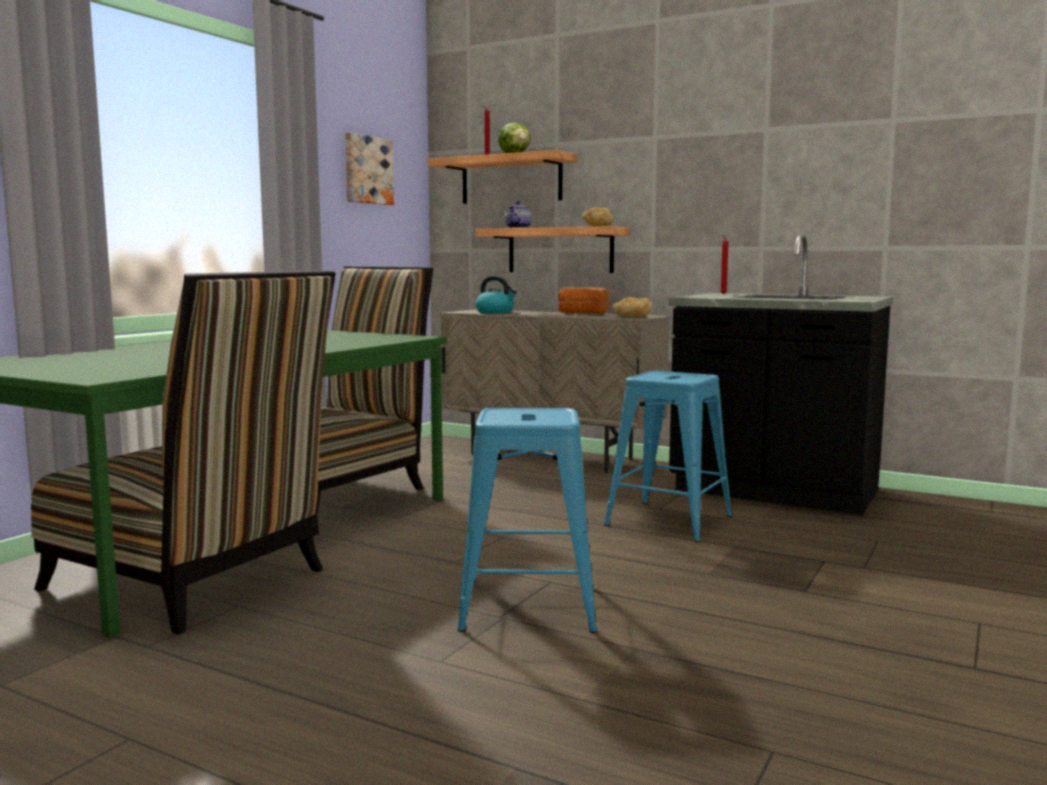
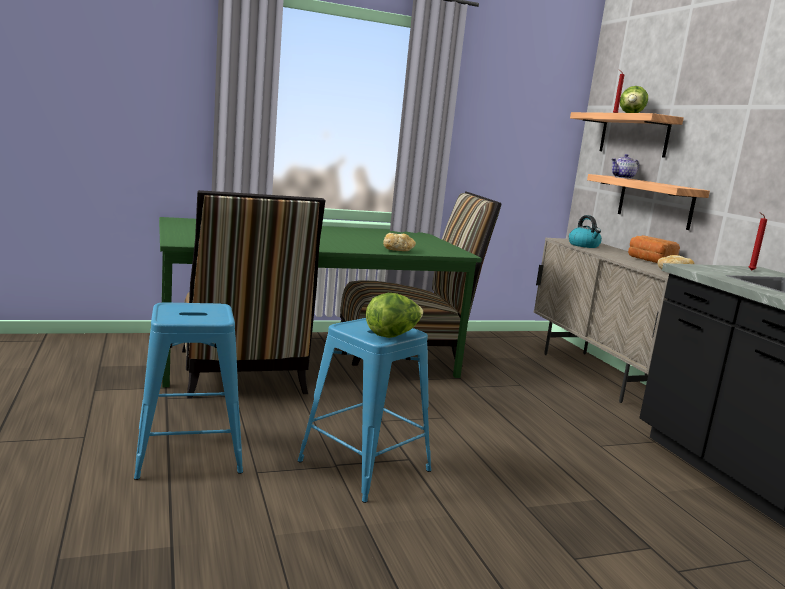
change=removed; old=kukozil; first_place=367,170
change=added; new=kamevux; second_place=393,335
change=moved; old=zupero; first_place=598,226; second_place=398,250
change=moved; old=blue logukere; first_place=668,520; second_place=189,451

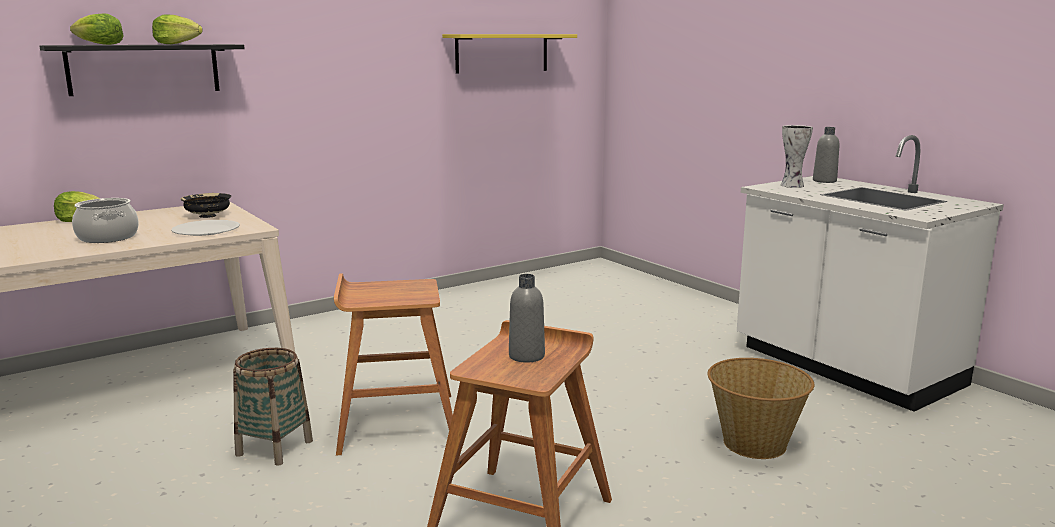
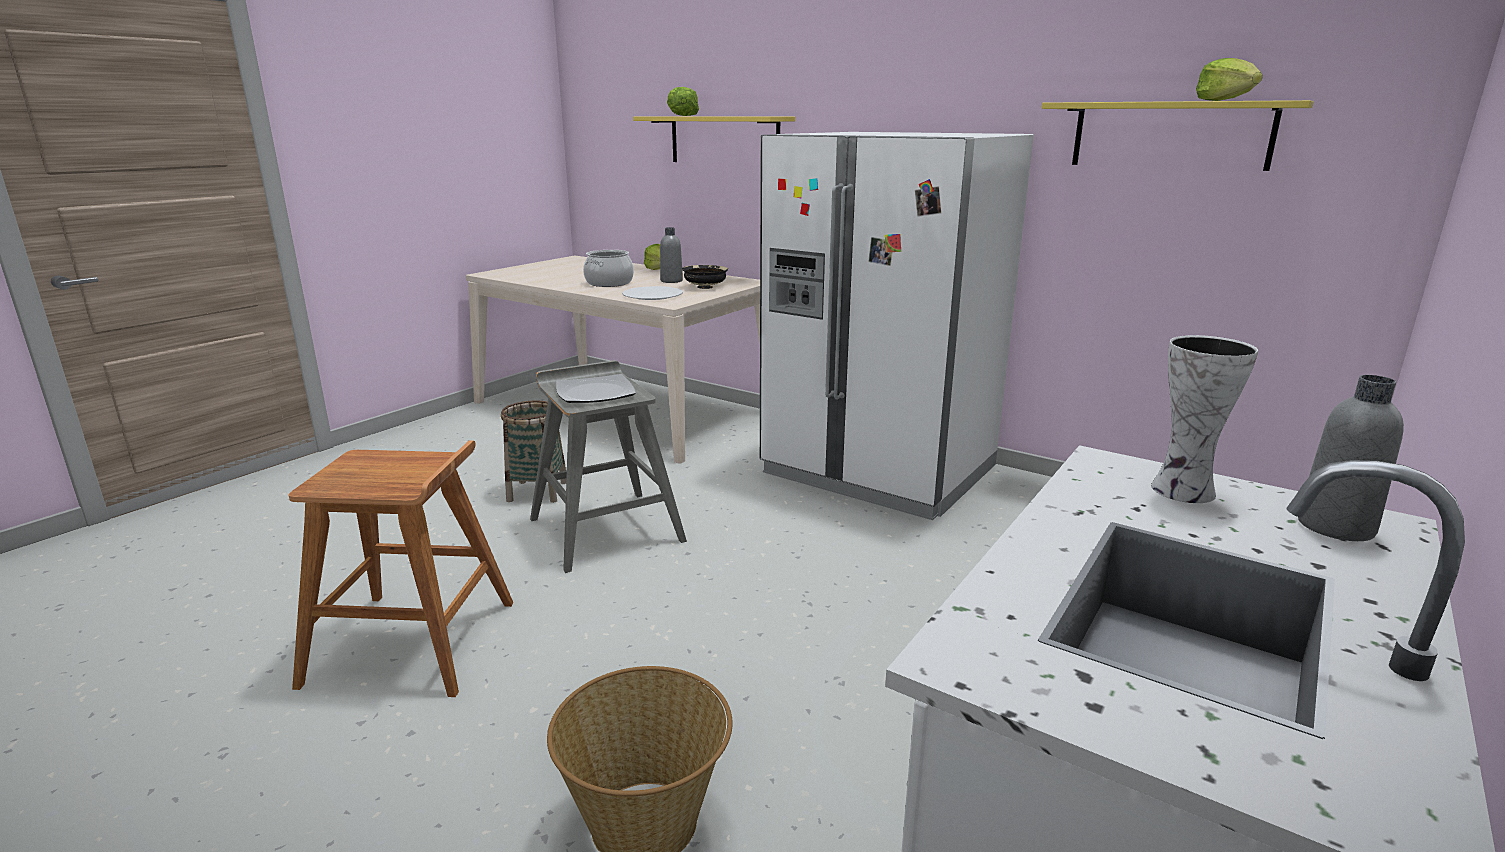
change=added; new=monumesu; second_place=596,393
change=added; new=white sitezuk; second_place=879,470
change=moved; old=kamevux; first_place=177,44; second_place=1225,100
change=moved; old=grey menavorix; first_place=526,356; second_place=671,281
change=recoloured; old=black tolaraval; new=yellow tolaraval; first_place=144,69; second_place=724,140
change=recoloured; old=brown logukere; new=grey logukere; first_place=395,422; second_place=606,529

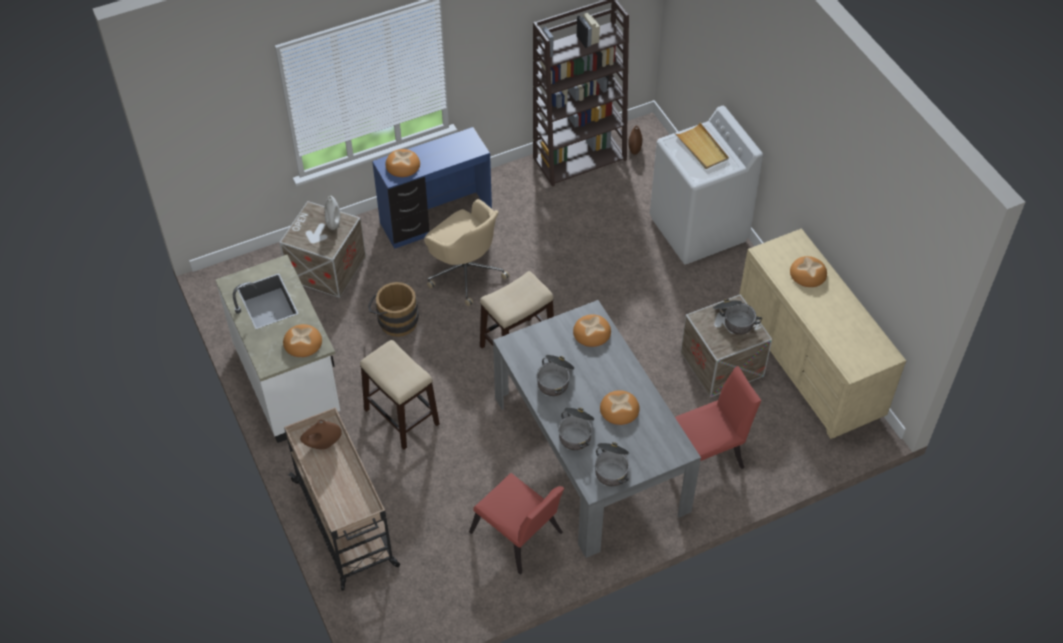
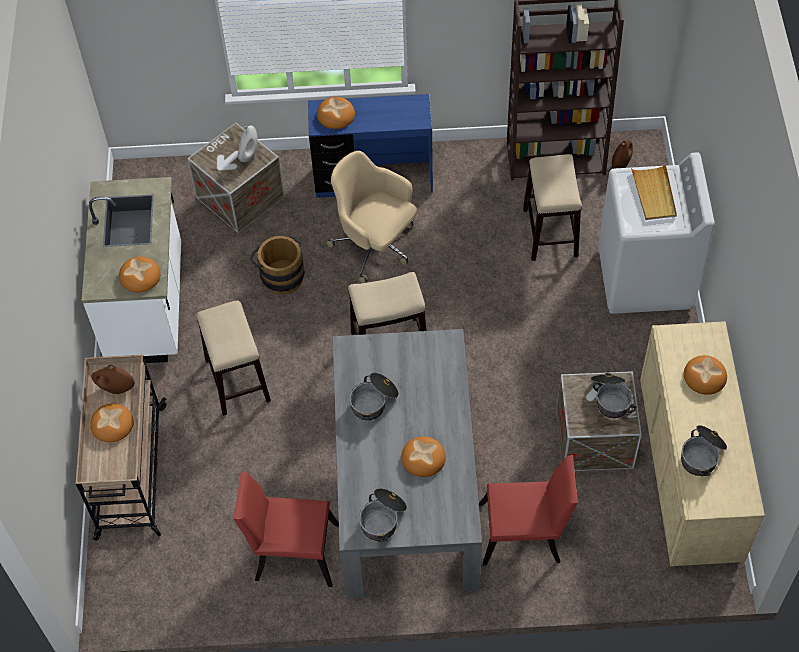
change=added; new=logukere; second_place=550,233
change=moved; old=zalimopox; first_place=576,432; second_place=702,455
change=moved; old=zupero; first_place=592,332; second_place=112,424
change=turned; old=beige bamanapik; first_place=465,272; second_place=375,246; degrees=150
change=turned; old=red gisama; first_place=519,537; second_place=291,550; degrees=120

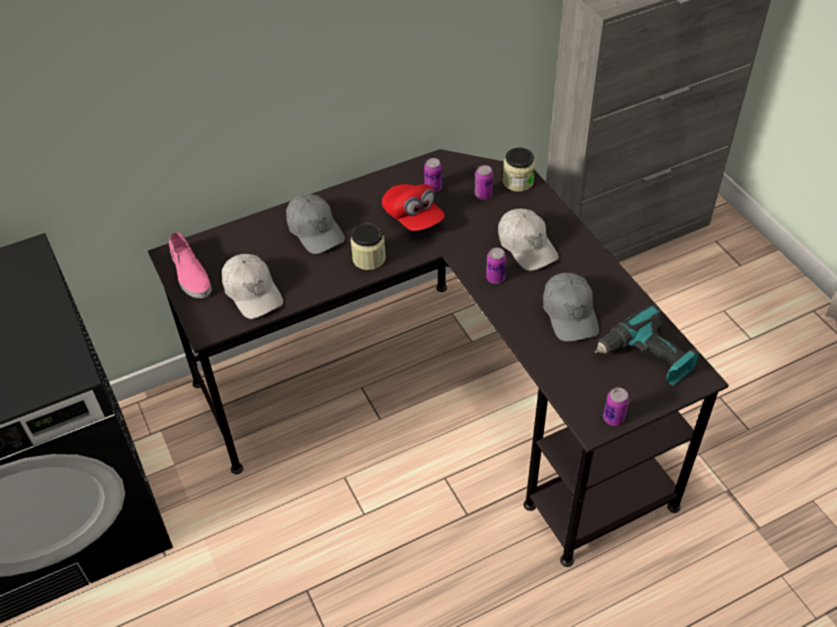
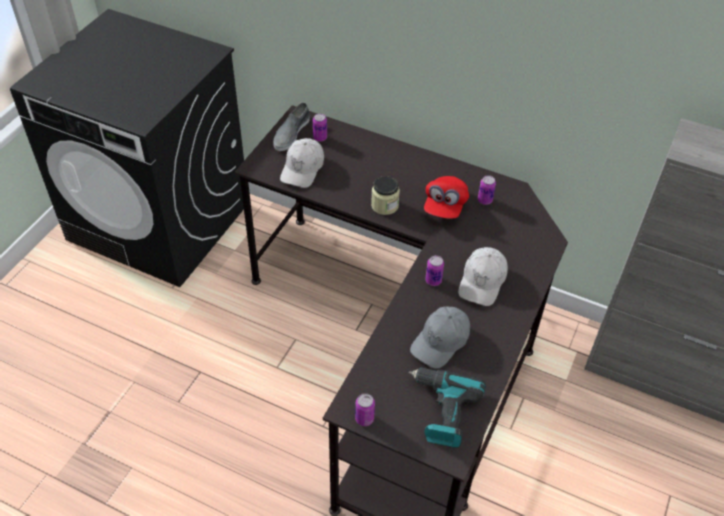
change=removed; old=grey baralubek; first_place=315,230
change=removed; old=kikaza; first_place=518,182
change=moved; old=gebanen; first_place=483,195; second_place=320,138
change=recoloured; old=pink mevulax; new=grey mevulax; first_place=190,273; second_place=291,133

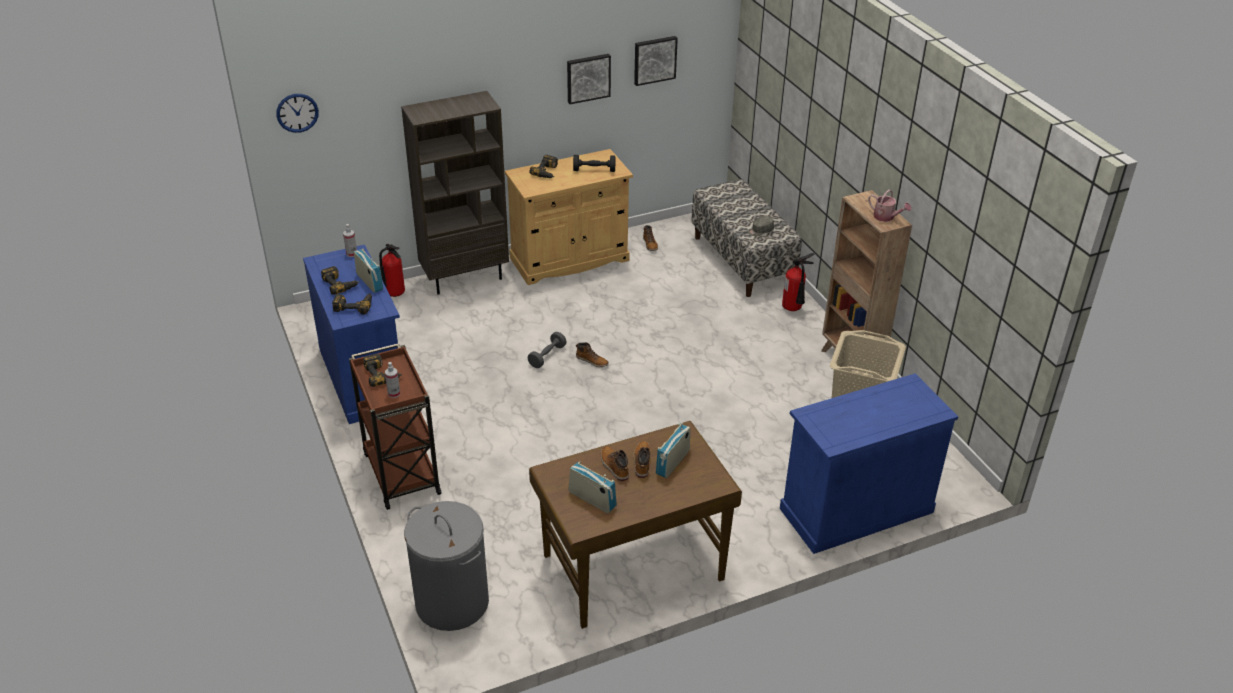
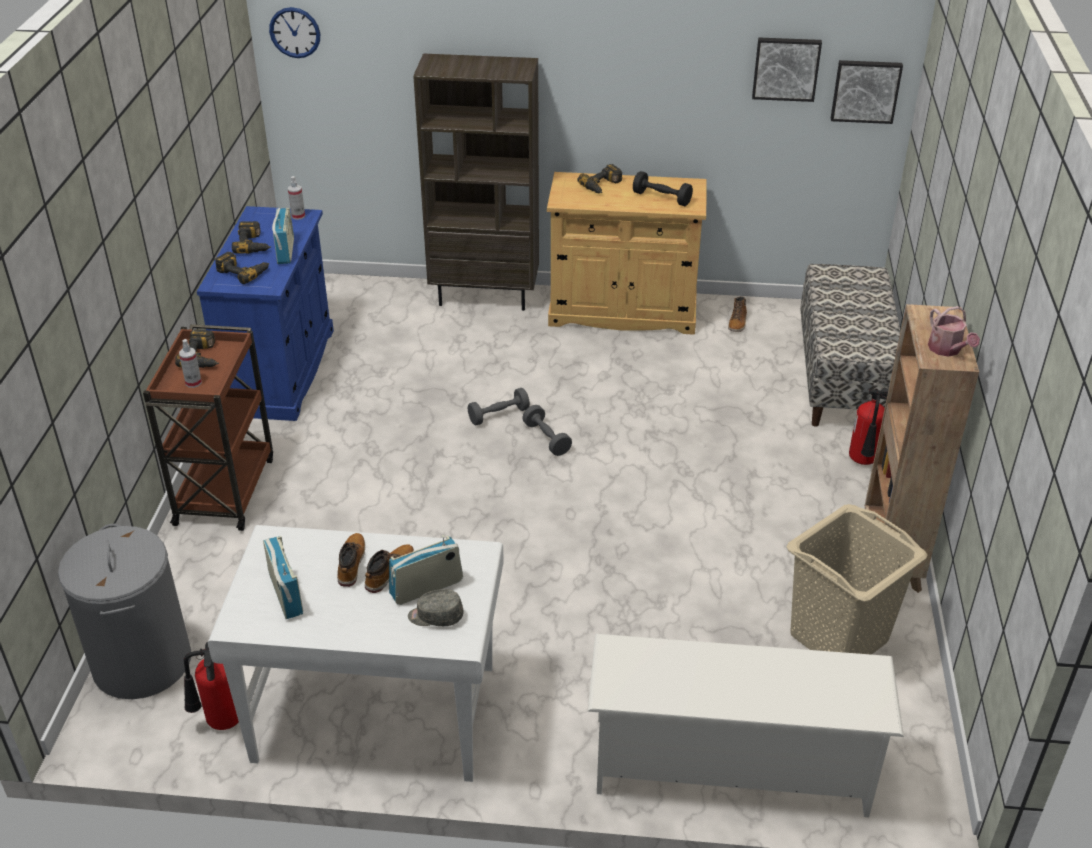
change=moved; old=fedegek; first_place=393,295; second_place=219,722
change=moved; old=kukozil; first_place=588,78; second_place=865,90
change=moved; old=grey baralubek; first_place=760,231; second_place=435,616
change=replaced; old=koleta; new=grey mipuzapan; first_place=592,361; second_place=546,439
change=replaced; old=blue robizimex; new=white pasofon; first_place=856,510; second_place=730,766
change=recoloured; old=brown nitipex; new=white nitipex; first_place=631,566; second_place=374,711

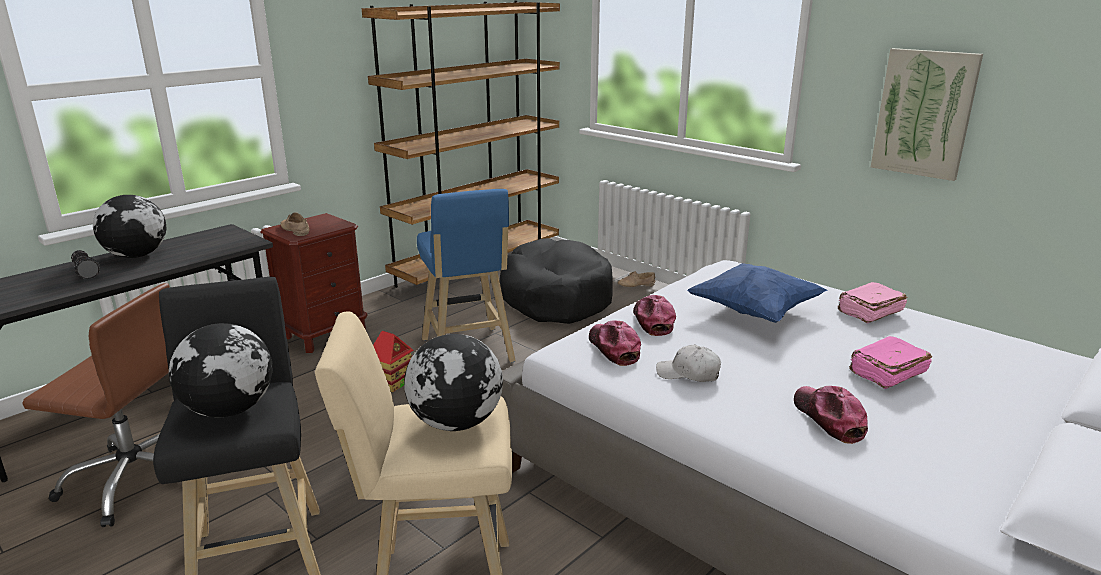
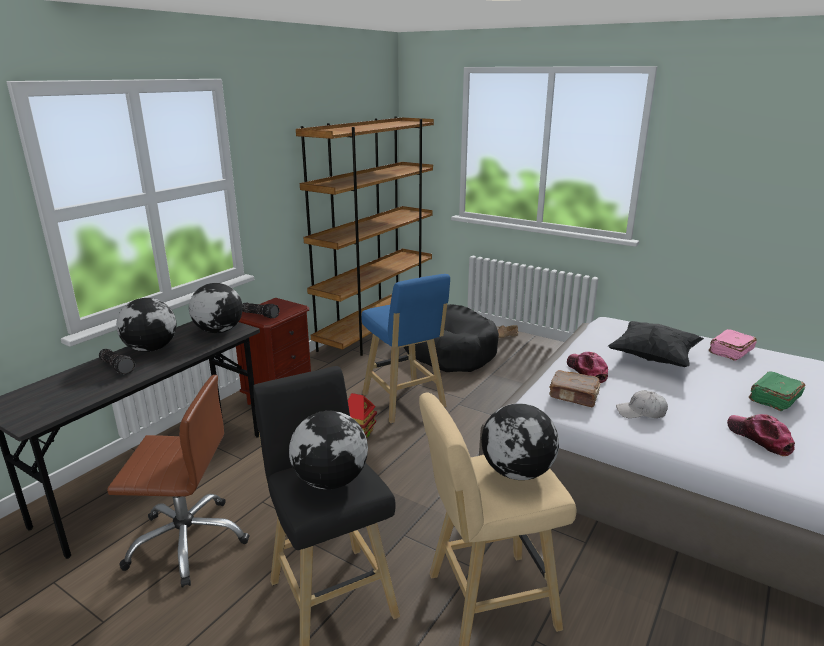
change=removed; old=kukozil; first_place=924,113
change=added; new=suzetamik; second_place=218,331
change=replaced; old=beige mevulax; new=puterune; first_place=294,230; second_place=261,315
change=replaced; old=baralubek; new=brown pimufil; first_place=613,348; second_place=574,396
change=recoloured; old=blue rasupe; new=black rasupe; first_place=754,312; second_place=653,358
change=recoloured; old=pink pimufil; new=green pimufil; first_place=886,373; second_place=773,399

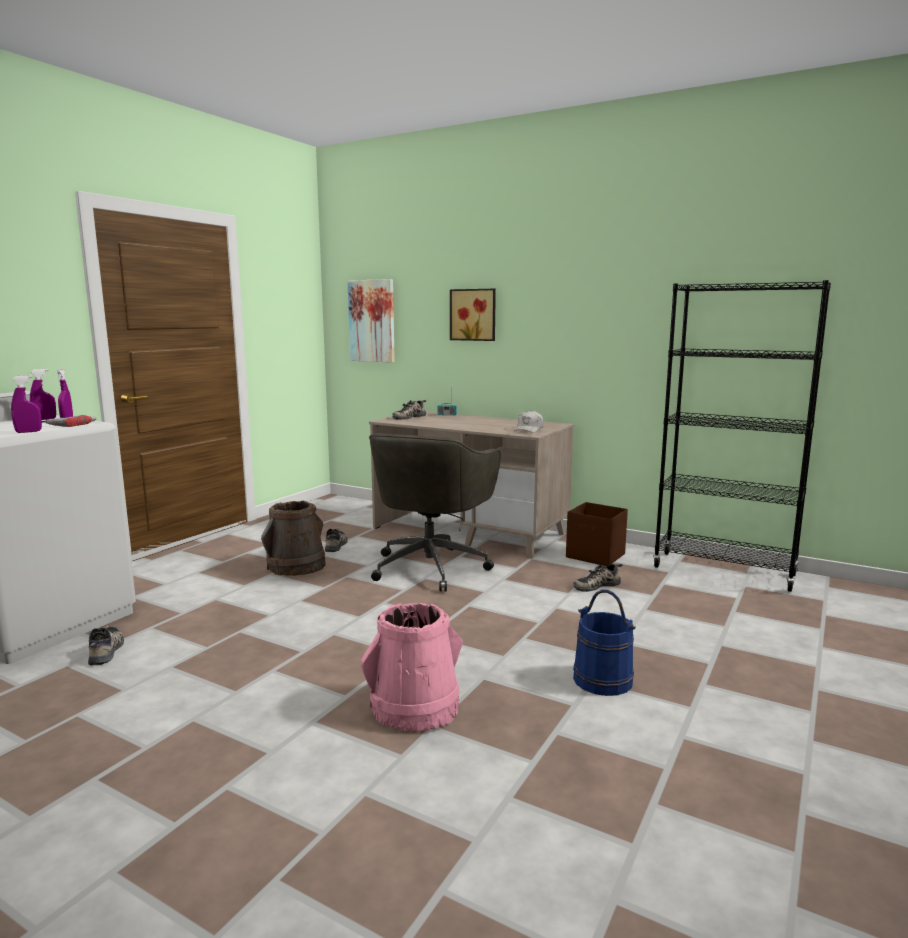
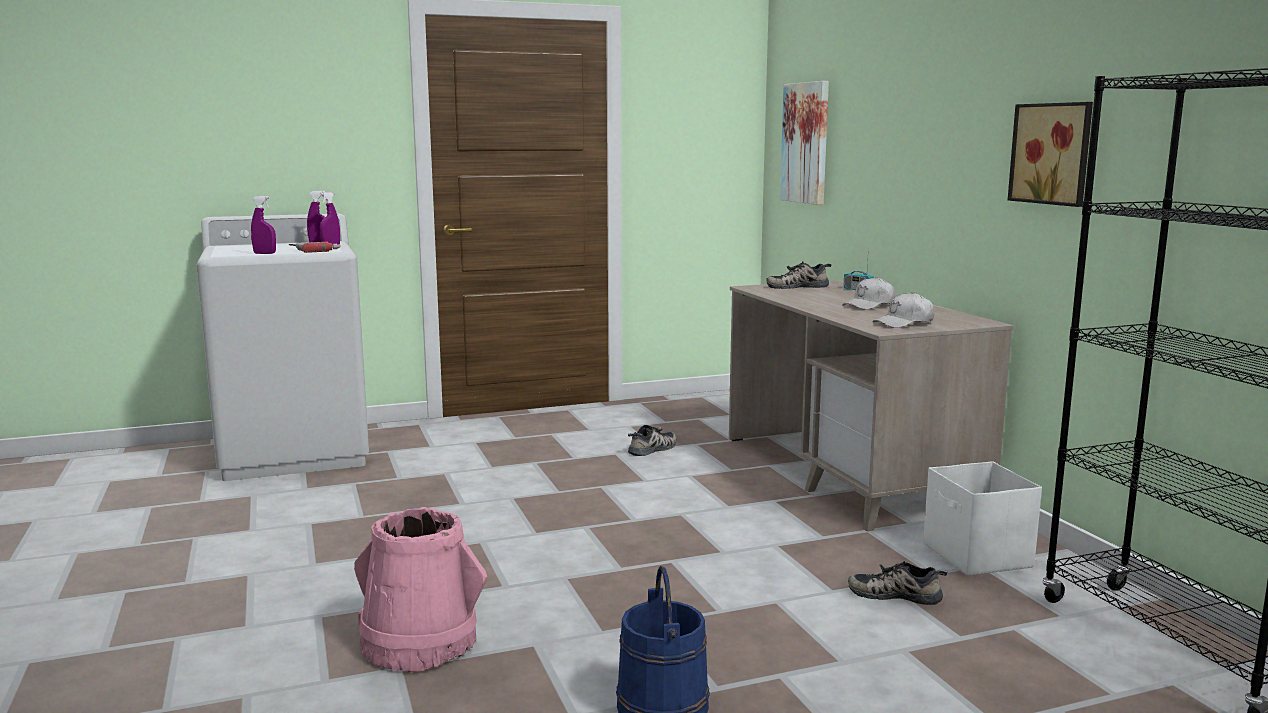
change=removed; old=mevulax; first_place=107,650
change=removed; old=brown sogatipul; first_place=296,566
change=removed; old=grey bamanapik; first_place=431,566
change=added; new=white baralubek; second_place=869,305
change=moved; old=kukozil; first_place=473,315; second_place=1053,153
change=recoloured; old=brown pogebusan; new=white pogebusan; first_place=596,556; second_place=977,556

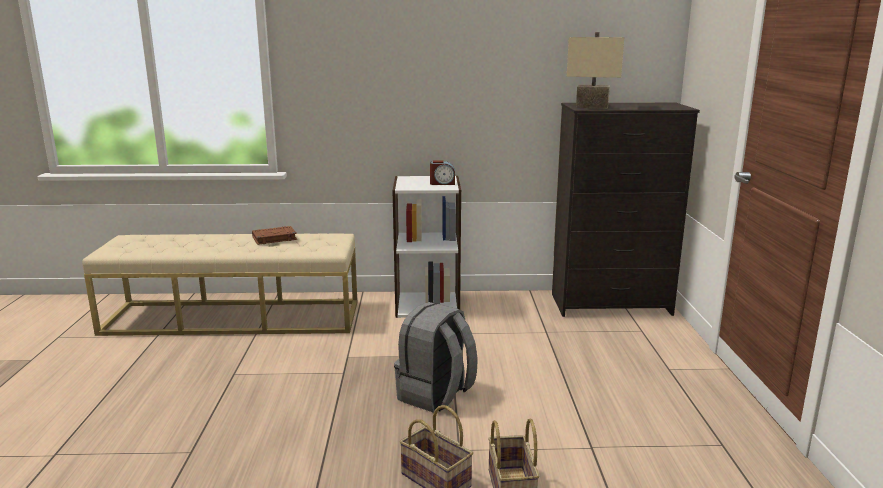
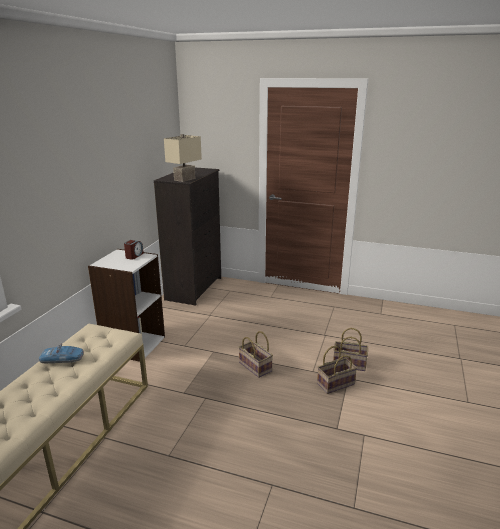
change=replaced; old=brown pimufil; new=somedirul; first_place=274,238; second_place=62,359
change=replaced; old=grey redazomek; new=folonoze; first_place=436,395; second_place=256,367

